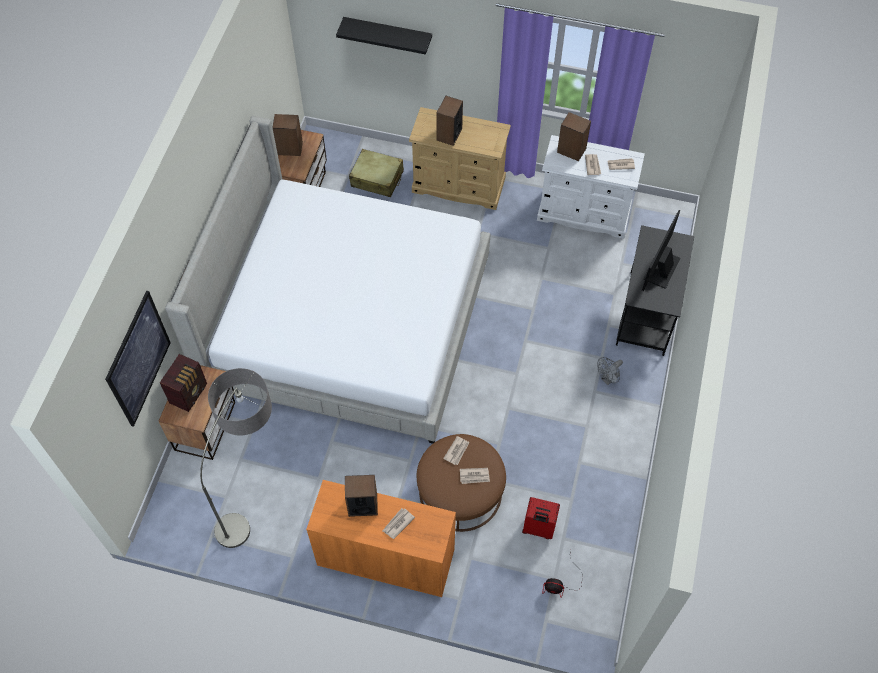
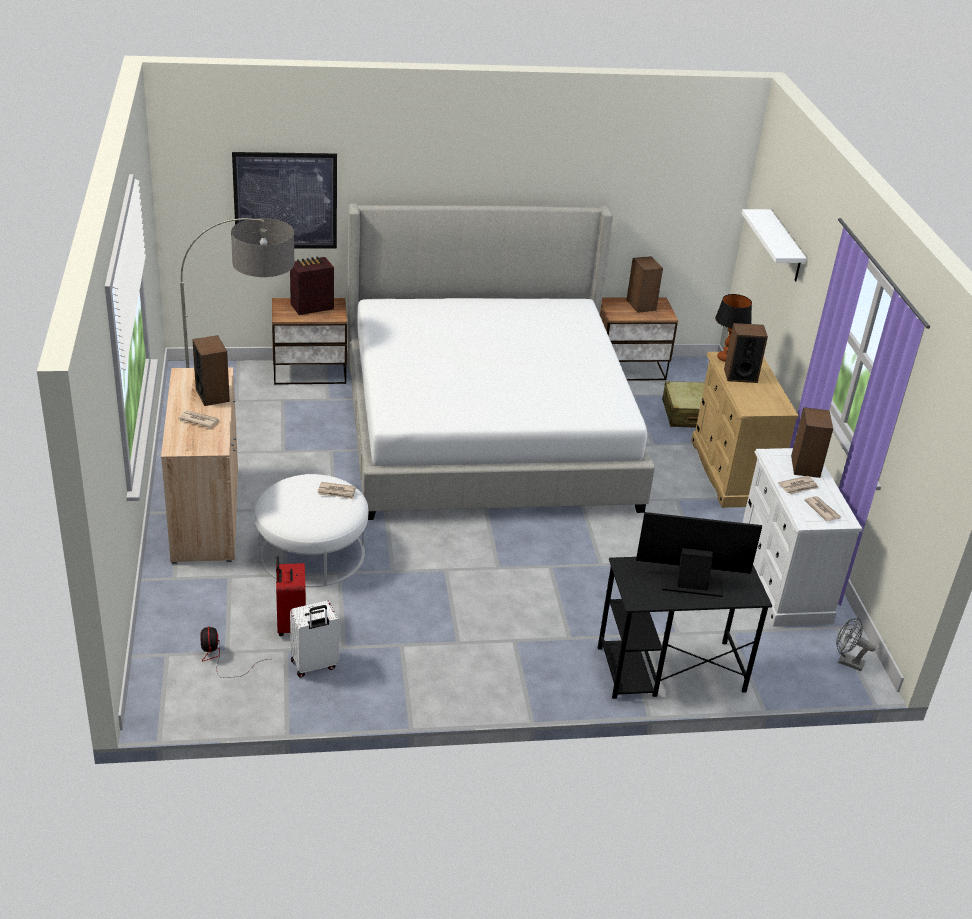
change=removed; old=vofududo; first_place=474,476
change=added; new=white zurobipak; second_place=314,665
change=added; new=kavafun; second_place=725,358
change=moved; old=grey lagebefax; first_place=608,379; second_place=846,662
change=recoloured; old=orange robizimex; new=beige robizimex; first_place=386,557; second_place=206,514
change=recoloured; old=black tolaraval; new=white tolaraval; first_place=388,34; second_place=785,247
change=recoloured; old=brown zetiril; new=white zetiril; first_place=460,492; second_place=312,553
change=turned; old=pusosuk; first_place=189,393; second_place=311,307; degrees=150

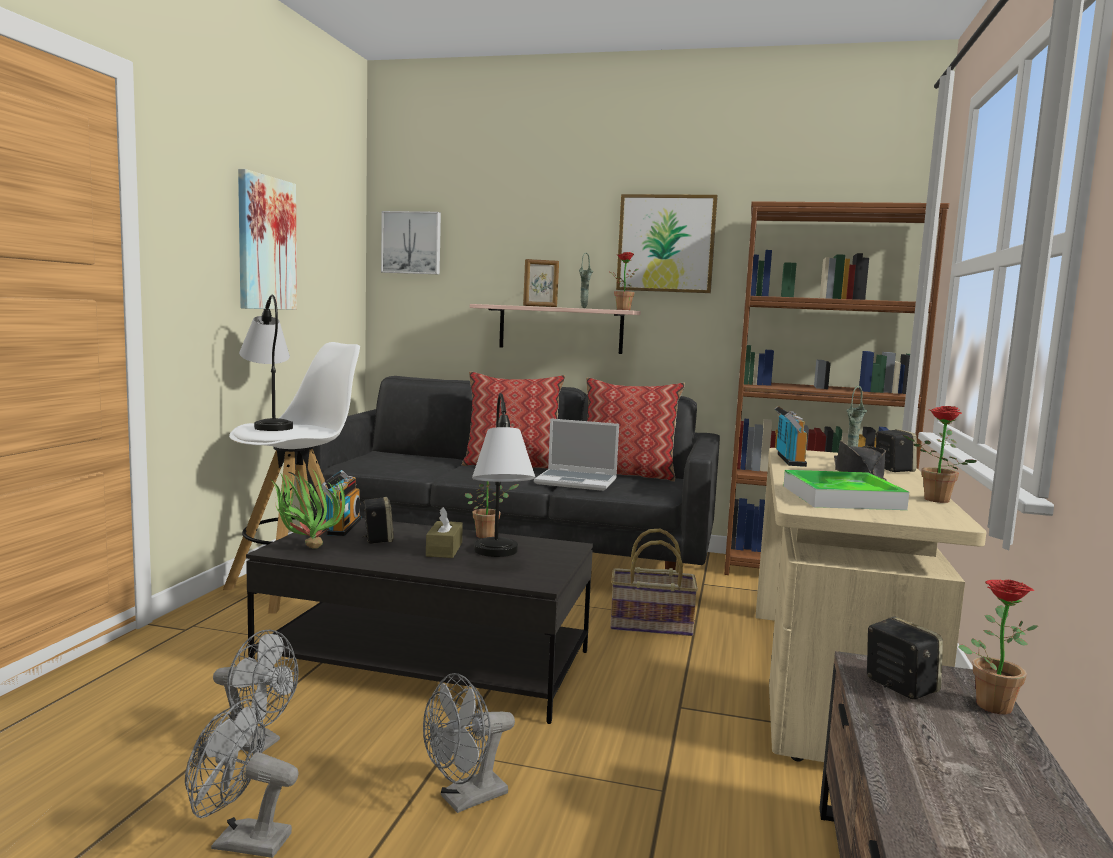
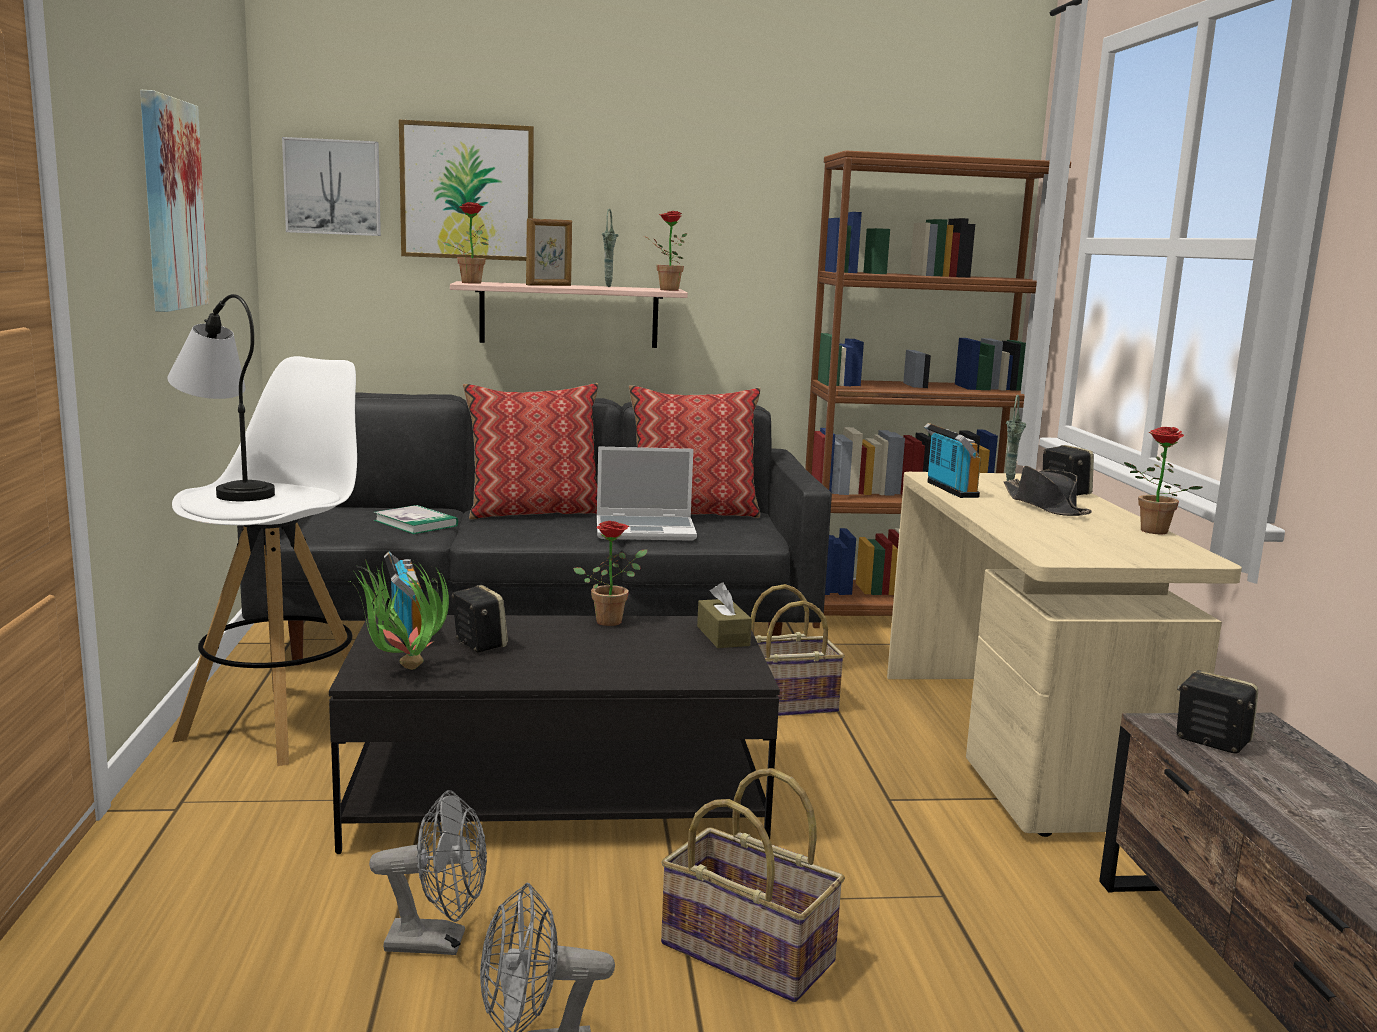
change=removed; old=kavafun; first_place=497,559
change=removed; old=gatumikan; first_place=842,497
change=added; new=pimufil; second_place=415,523
change=moved; old=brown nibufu; first_place=444,549; second_place=723,636
change=moved; old=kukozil; first_place=666,243; second_place=467,192
change=moved; old=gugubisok; first_place=990,702; second_place=471,282
change=replaced; old=grey lagebefax; new=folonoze; first_place=465,799; second_place=749,952

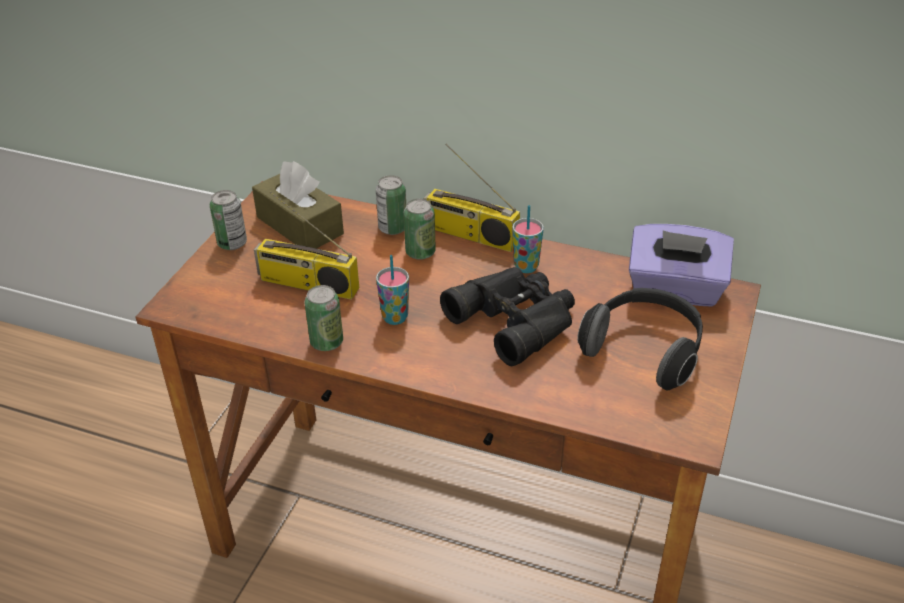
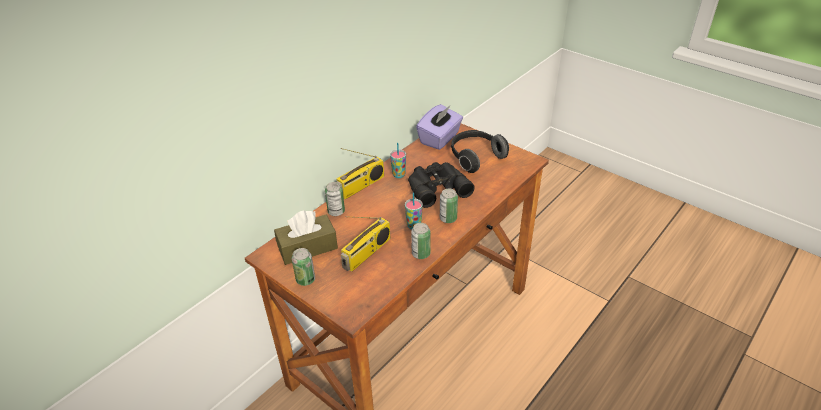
change=moved; old=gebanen; first_place=420,252; second_place=448,218

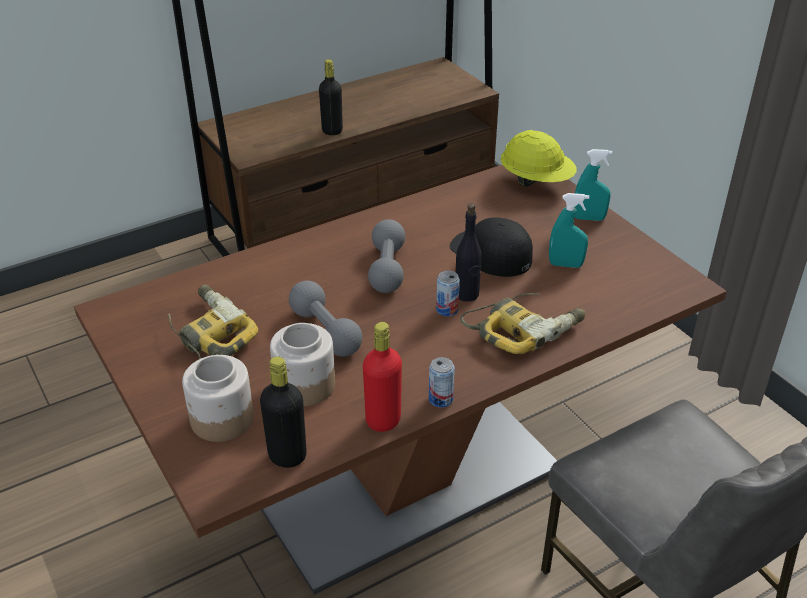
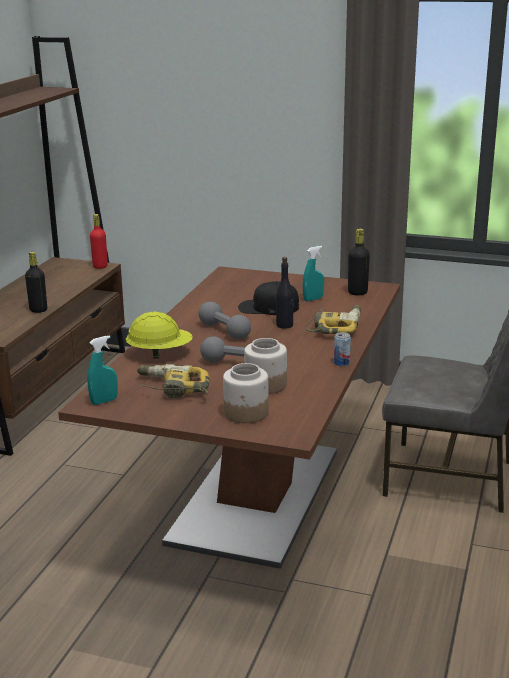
change=removed; old=gebanen; first_place=447,310
change=moved; old=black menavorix; first_place=287,456; second_place=357,292
change=moved; old=red menavorix; first_place=383,420; second_place=100,266
change=moved; old=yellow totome; first_place=536,181; second_place=160,354
change=moved; old=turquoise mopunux; first_place=589,218; second_place=104,401

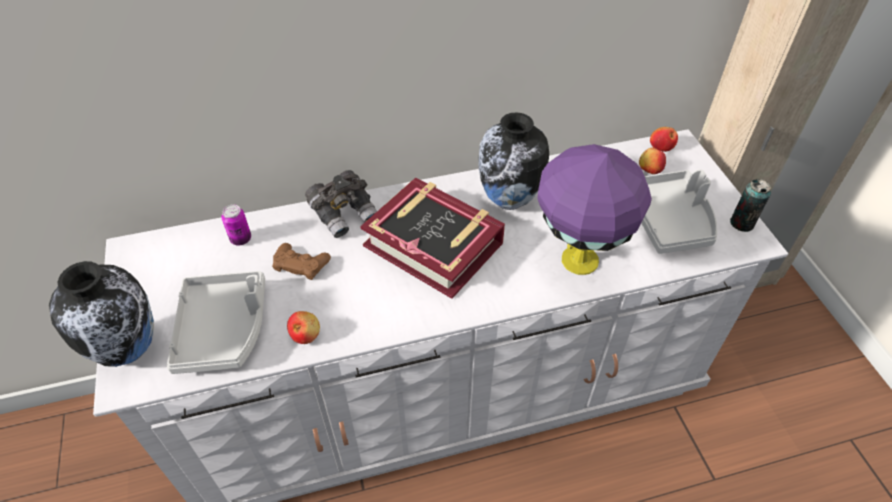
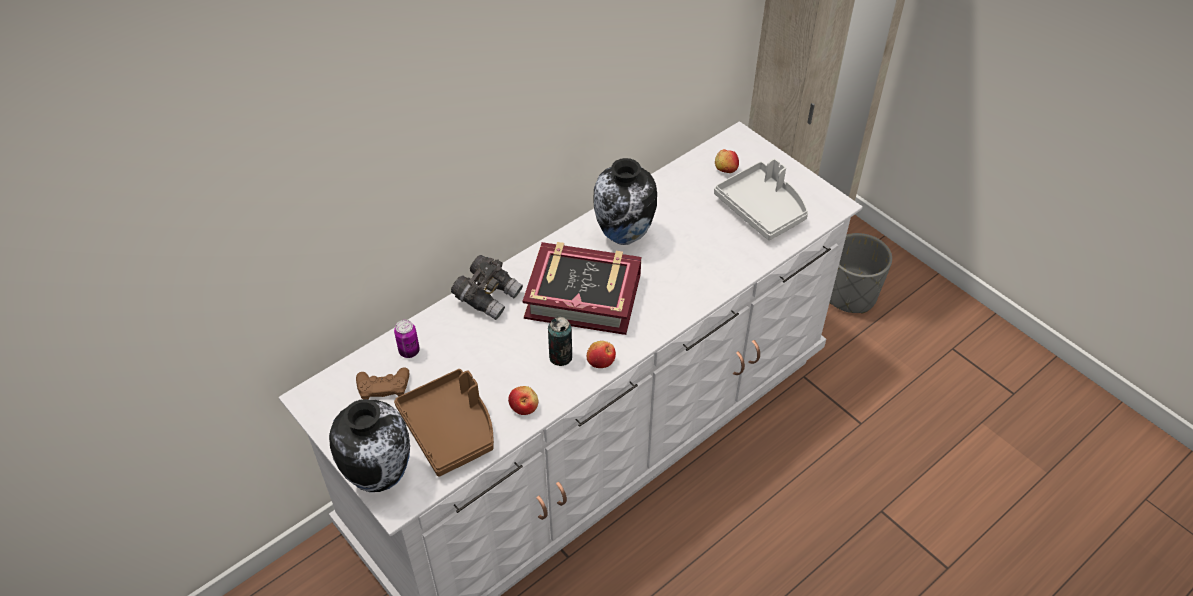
change=removed; old=purple kavafun; first_place=577,260
change=added; new=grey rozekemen; second_place=850,295
change=moved; old=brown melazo; first_place=301,264; second_place=383,386
change=moved; old=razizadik; first_place=661,147; second_place=600,361
change=moved; old=gebanen; first_place=741,223; second_place=560,357
change=recoloured; old=grey gatumikan; new=brown gatumikan; first_place=223,329; second_place=451,429

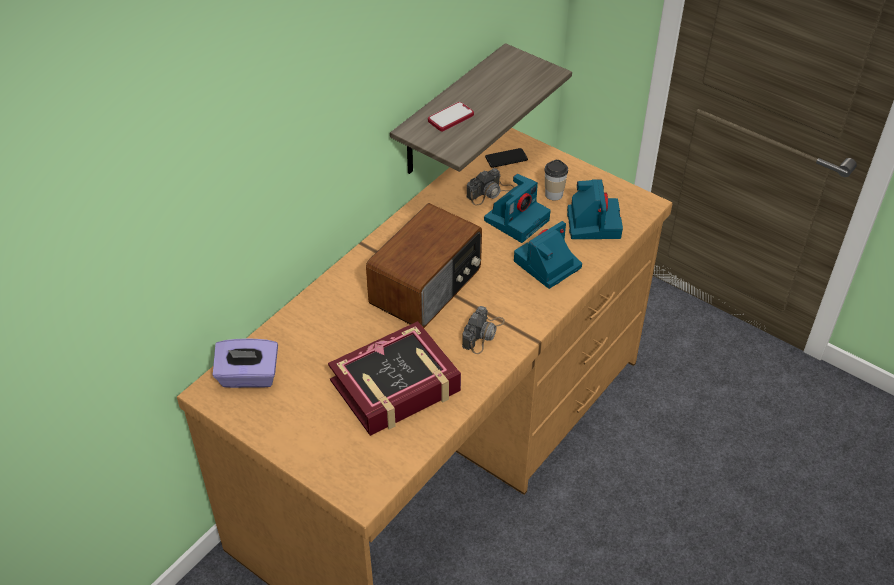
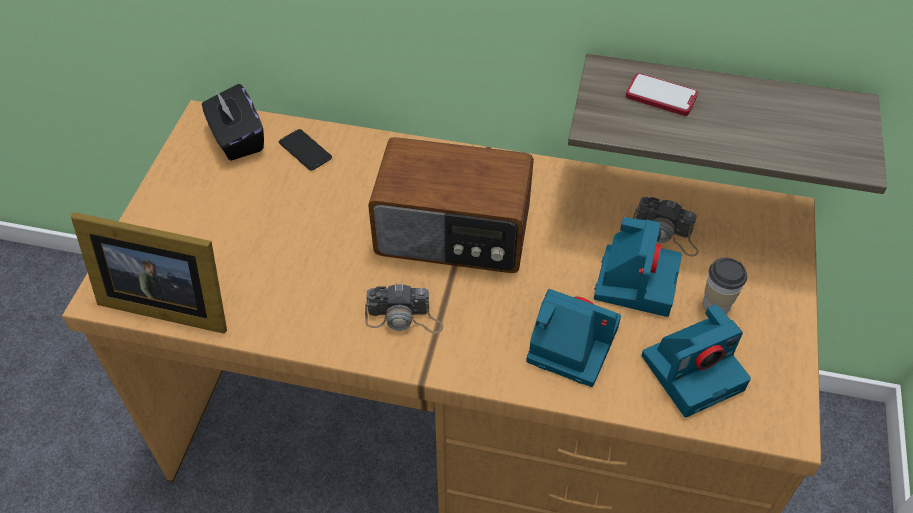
change=removed; old=pimufil; first_place=396,387
change=added; new=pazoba; second_place=165,302
change=moved; old=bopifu; first_place=506,158; second_place=305,150
change=recoloured; old=purple nibufu; new=black nibufu; first_place=248,377; second_place=237,139
change=turned; old=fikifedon; first_place=517,219; second_place=635,280; degrees=-90

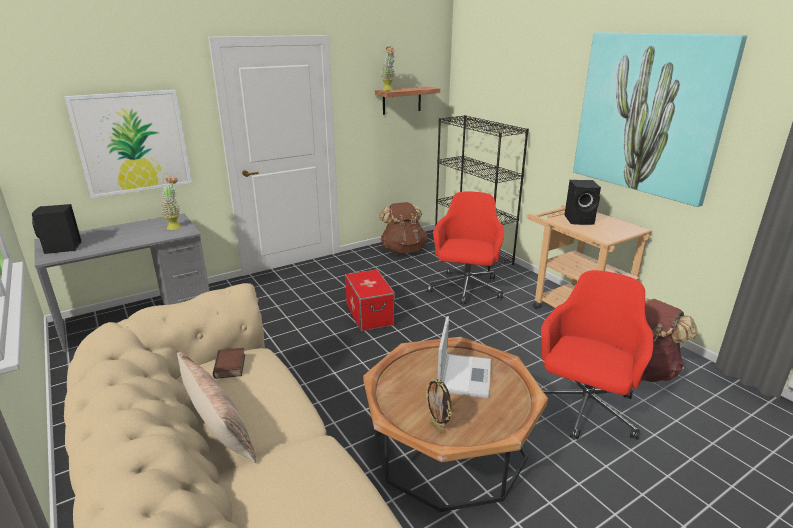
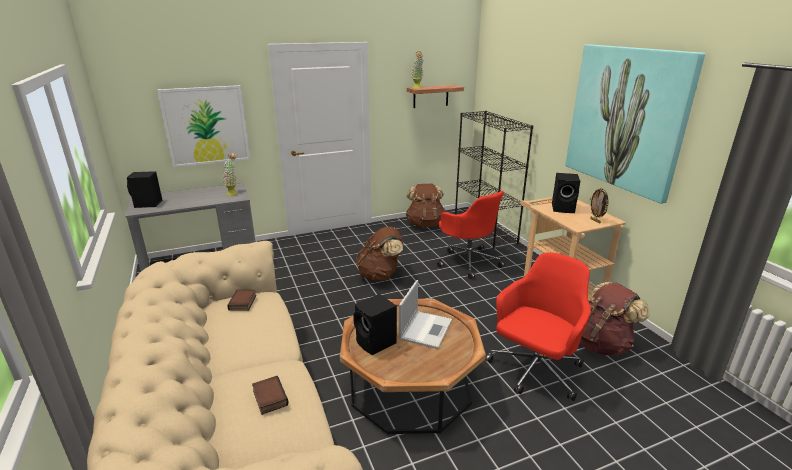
change=removed; old=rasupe; first_place=217,426
change=added; new=pimufil; second_place=269,397
change=added; new=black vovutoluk; second_place=376,343
change=moved; old=pazoba; first_place=438,427; second_place=595,221
change=replaced; old=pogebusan; new=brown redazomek; first_place=370,314; second_place=380,276
change=turned; old=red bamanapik; first_place=465,289; second_place=468,261; degrees=120

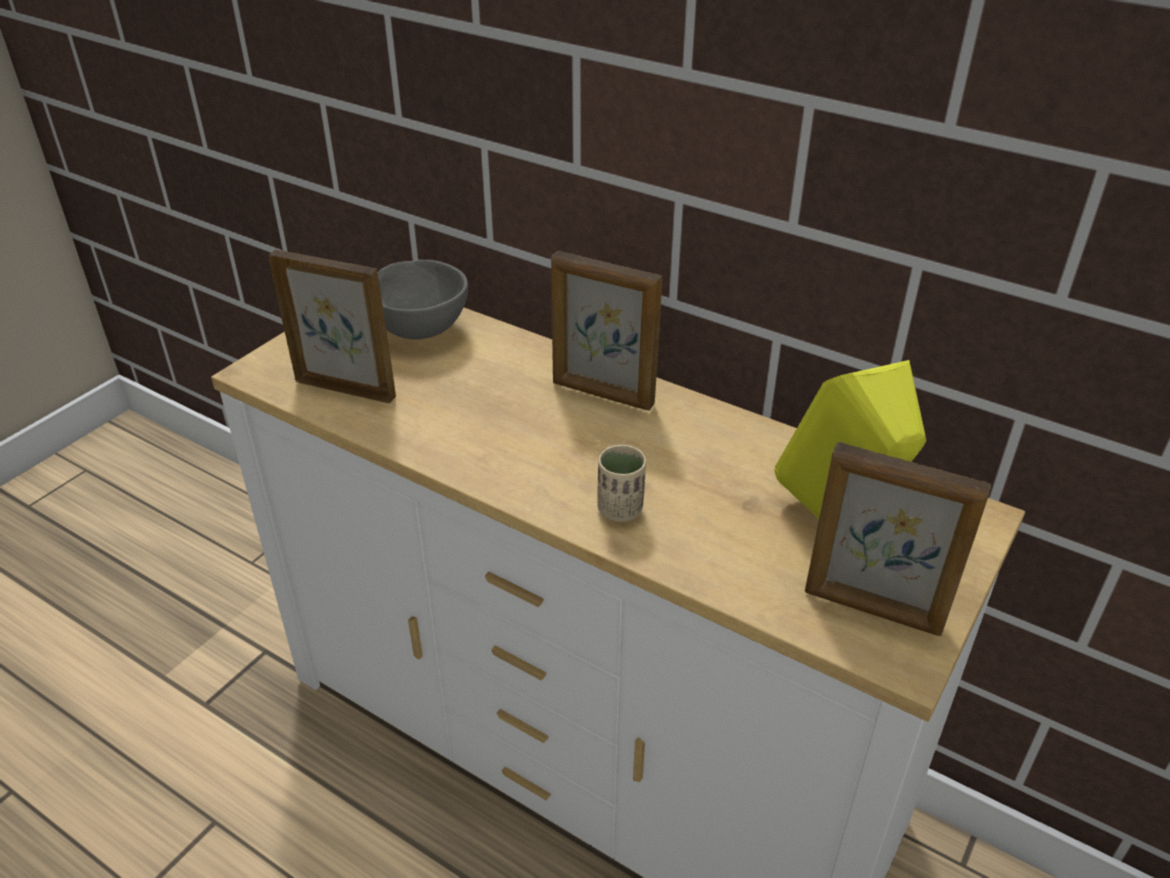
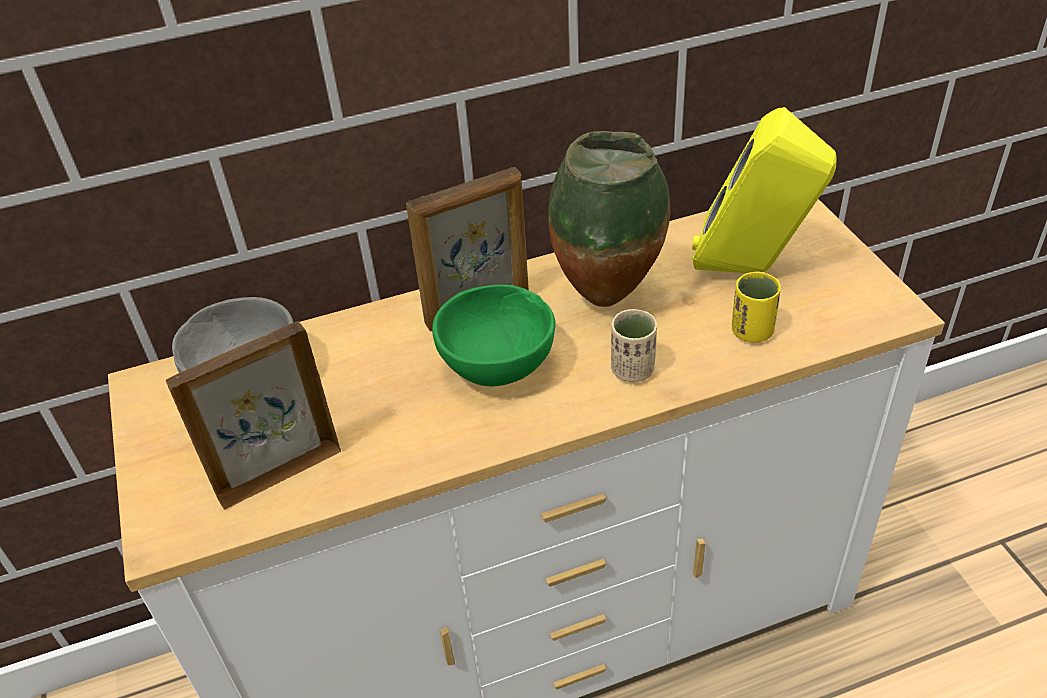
change=removed; old=pazoba; first_place=873,609
change=added; new=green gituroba; second_place=499,368
change=added; new=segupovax; second_place=609,300
change=added; new=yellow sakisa; second_place=752,332

